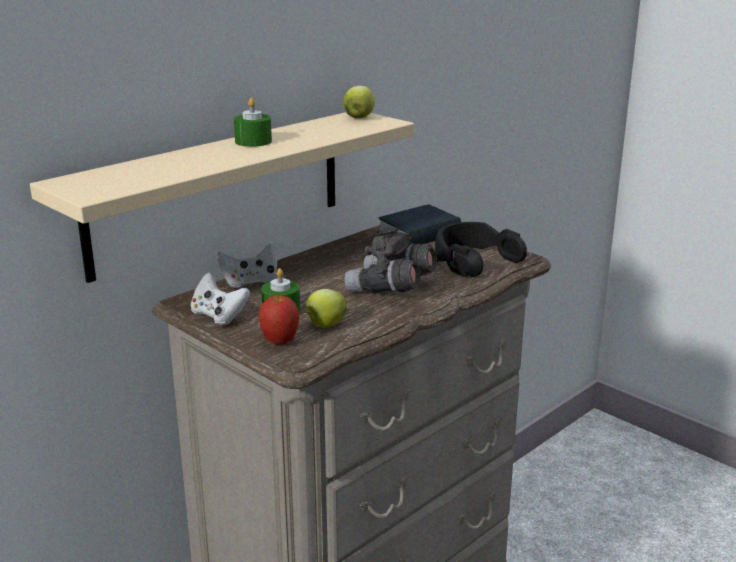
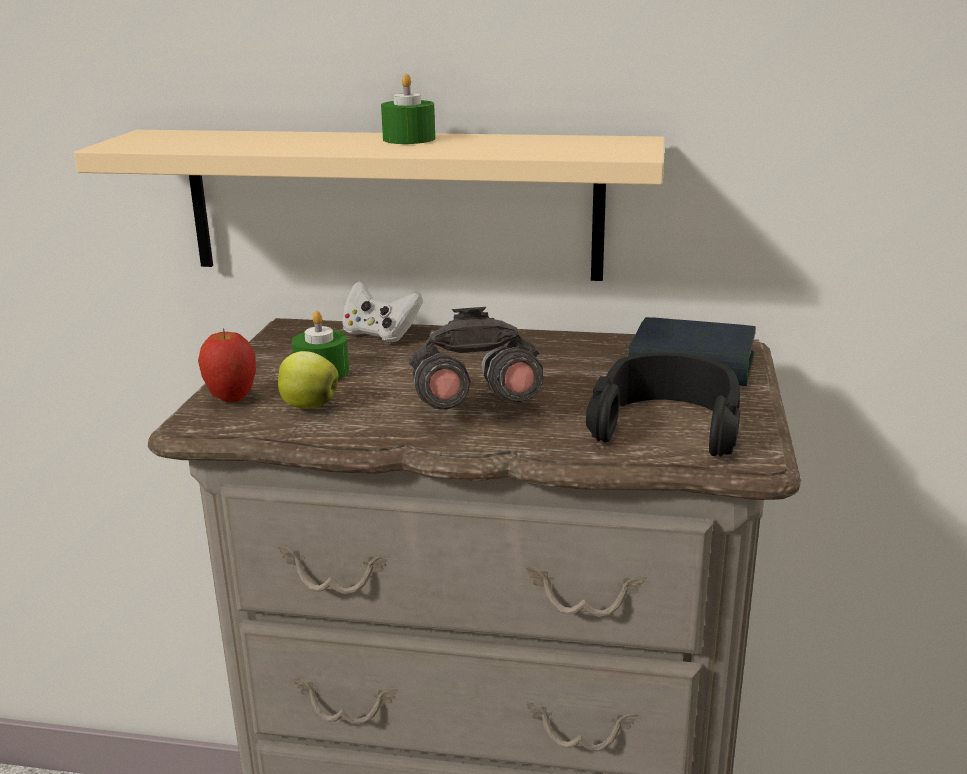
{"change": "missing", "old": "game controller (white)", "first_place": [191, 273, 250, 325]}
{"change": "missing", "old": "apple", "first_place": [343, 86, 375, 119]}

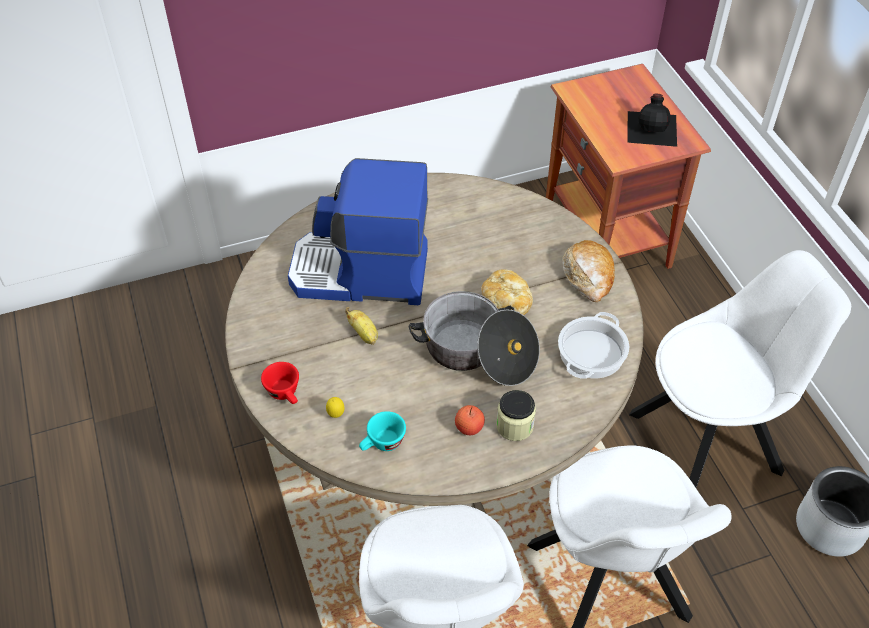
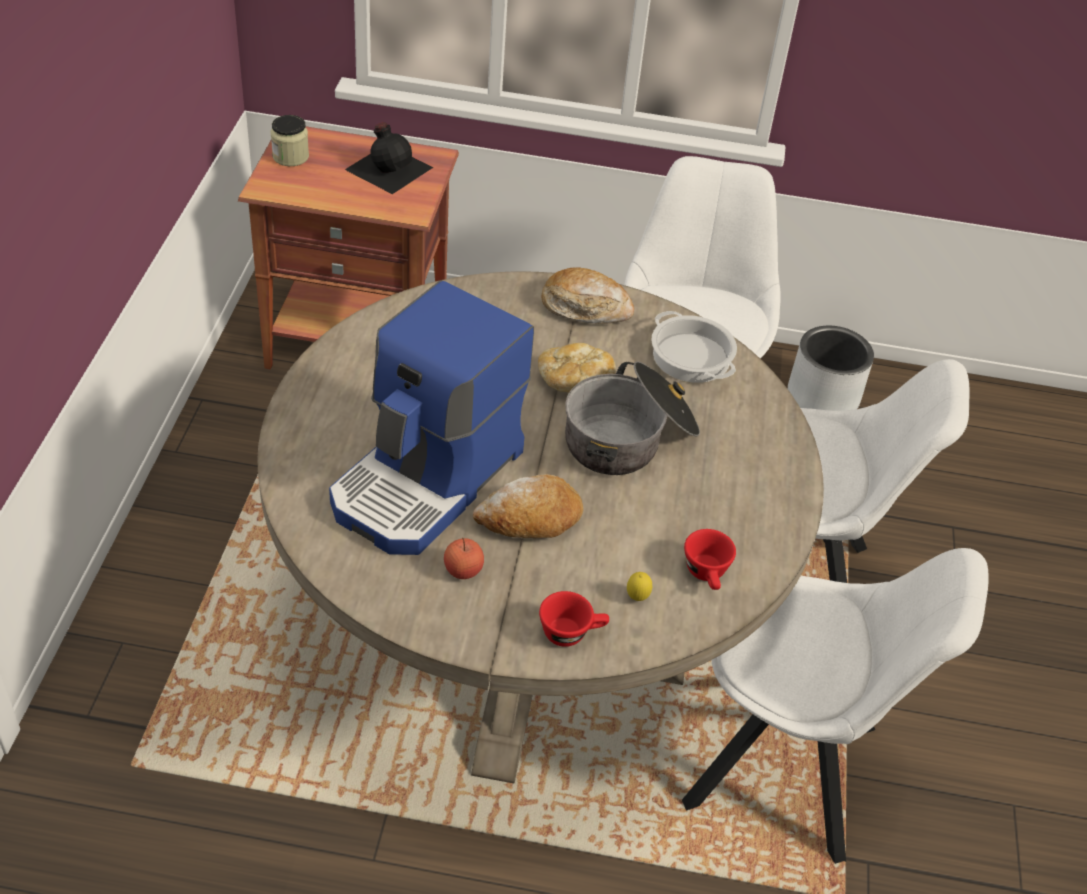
{"change": "relocated", "old": "apple", "first_place": [455, 405, 485, 435], "second_place": [444, 538, 484, 579]}
{"change": "relocated", "old": "jar", "first_place": [496, 390, 536, 441], "second_place": [271, 115, 309, 166]}
{"change": "exchanged", "old": "banana", "new": "bread", "first_place": [345, 307, 378, 345], "second_place": [473, 474, 583, 538]}
{"change": "colour", "old": "cup (turquoise)", "new": "cup (red)", "first_place": [359, 411, 406, 451], "second_place": [684, 529, 736, 590]}

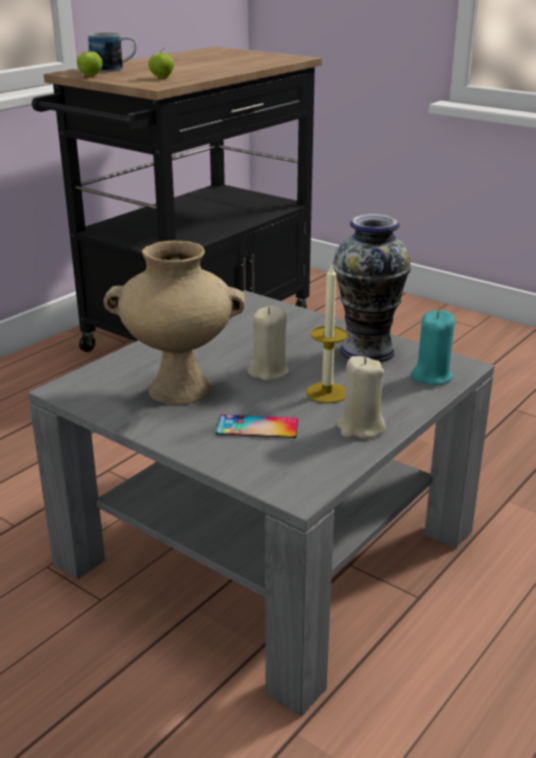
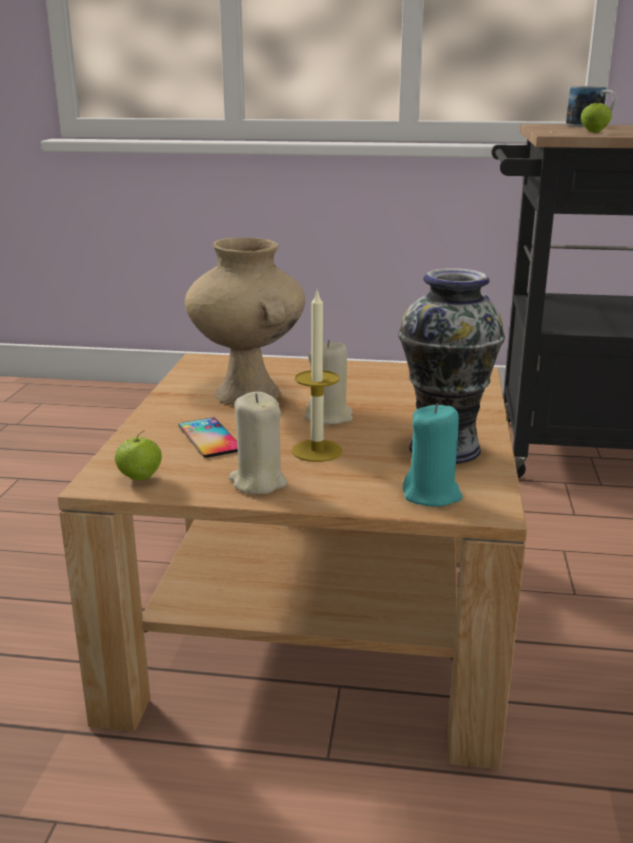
{"change": "relocated", "old": "apple", "first_place": [76, 46, 102, 77], "second_place": [115, 431, 162, 481]}
{"change": "colour", "old": "coffee table (grey)", "new": "coffee table (brown)", "first_place": [28, 290, 494, 716], "second_place": [57, 353, 527, 769]}

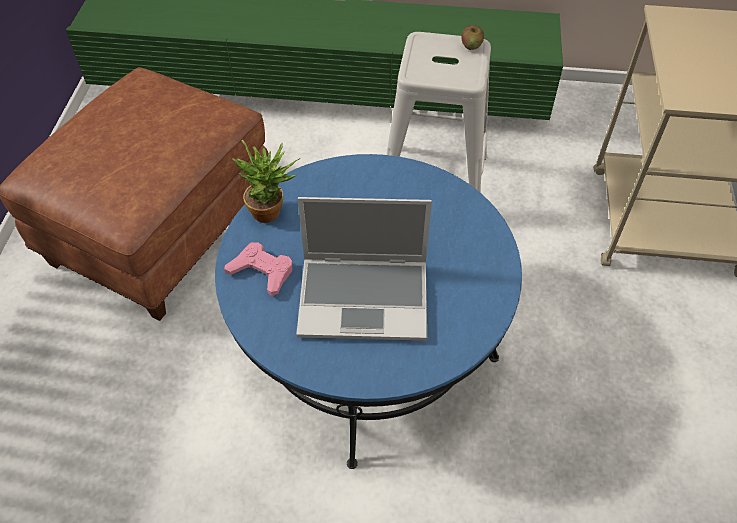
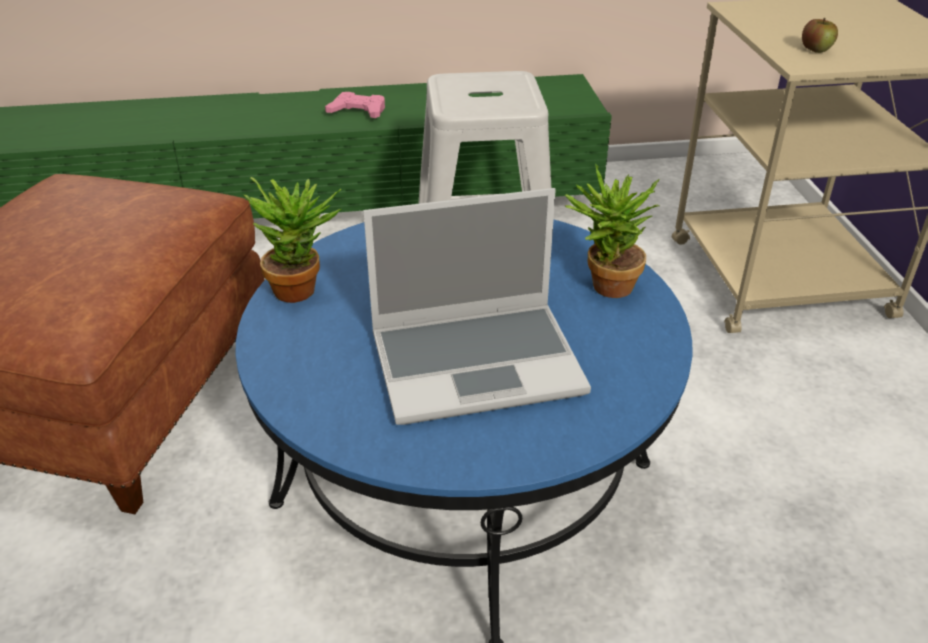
{"change": "appeared", "new": "potted plant", "second_place": [565, 164, 660, 298]}
{"change": "relocated", "old": "game controller (pink)", "first_place": [224, 242, 292, 296], "second_place": [325, 92, 385, 118]}
{"change": "relocated", "old": "apple", "first_place": [461, 25, 484, 50], "second_place": [802, 18, 838, 53]}

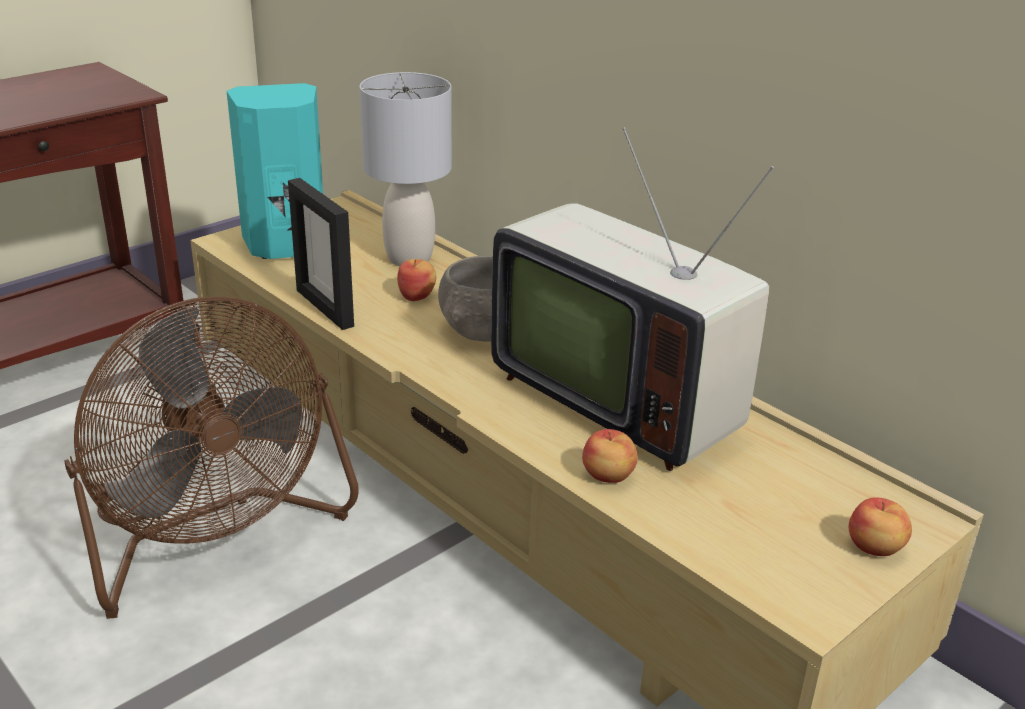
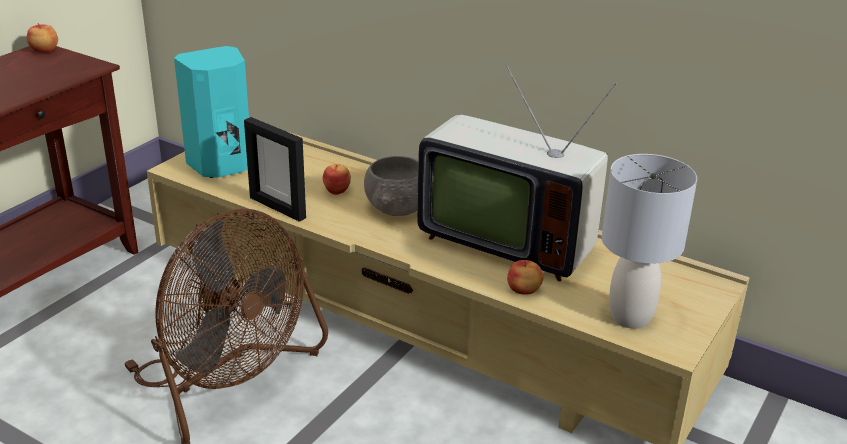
{"change": "relocated", "old": "table lamp (grey)", "first_place": [360, 72, 452, 266], "second_place": [601, 154, 697, 329]}
{"change": "relocated", "old": "apple", "first_place": [849, 497, 912, 556], "second_place": [27, 23, 58, 52]}

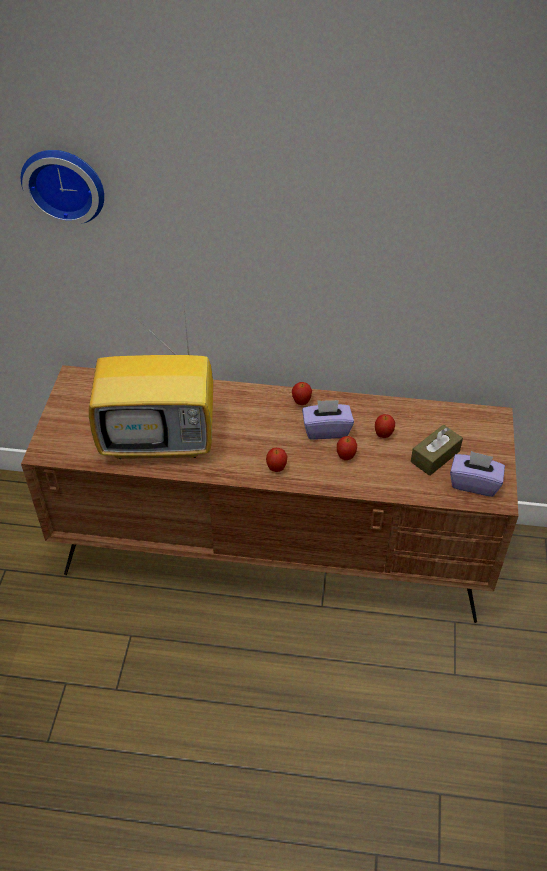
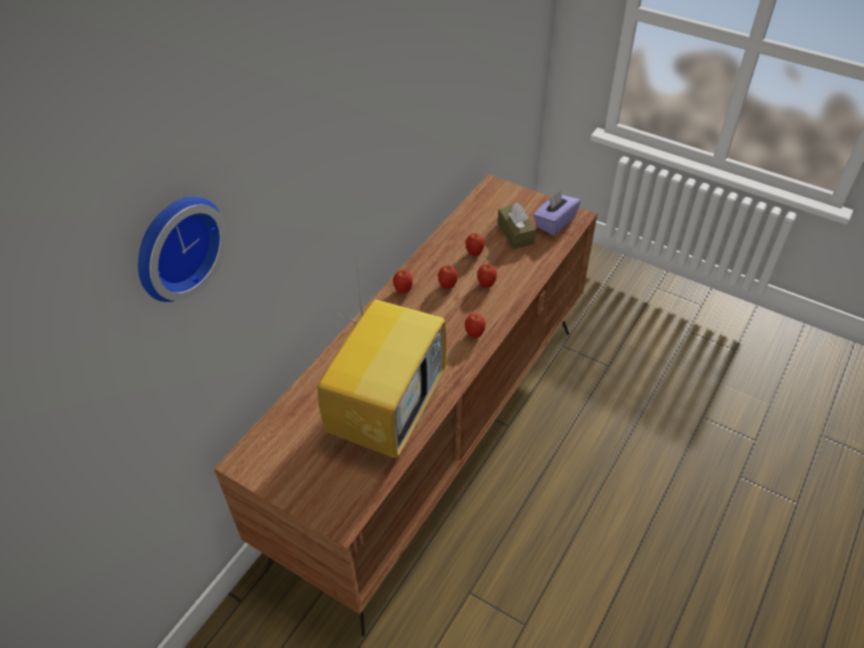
{"change": "exchanged", "old": "tissue box (purple)", "new": "apple", "first_place": [302, 400, 354, 440], "second_place": [438, 265, 458, 289]}

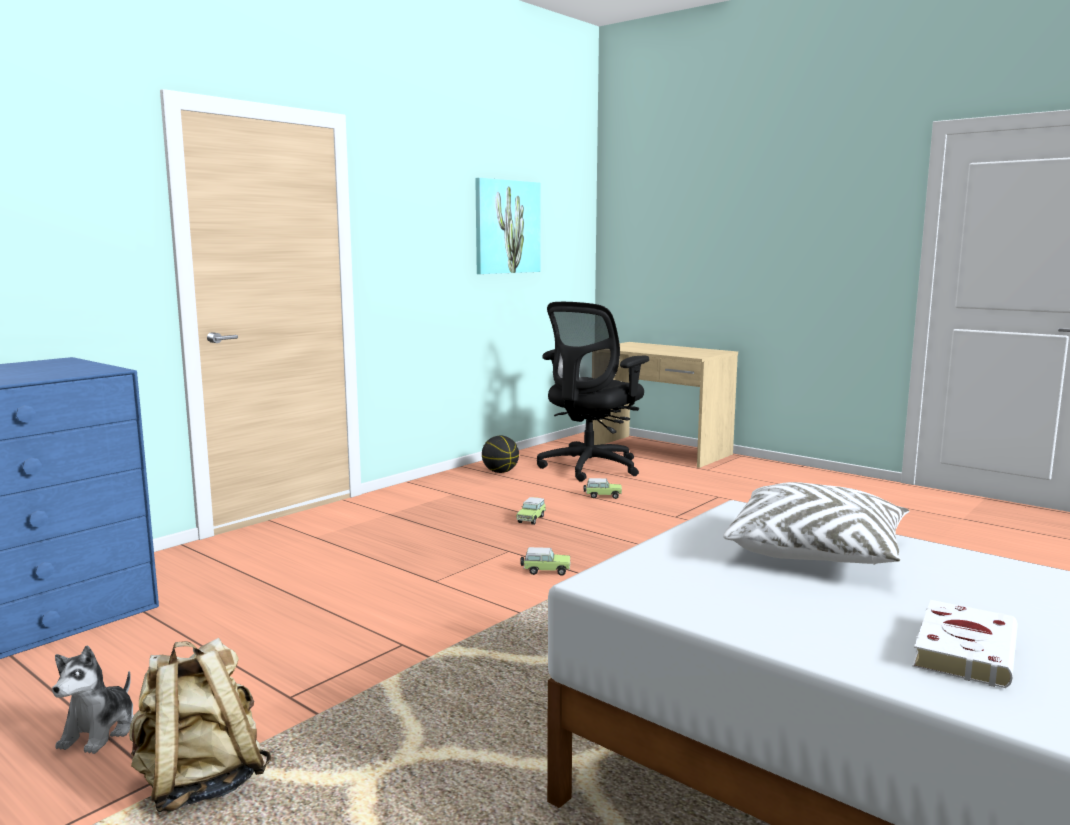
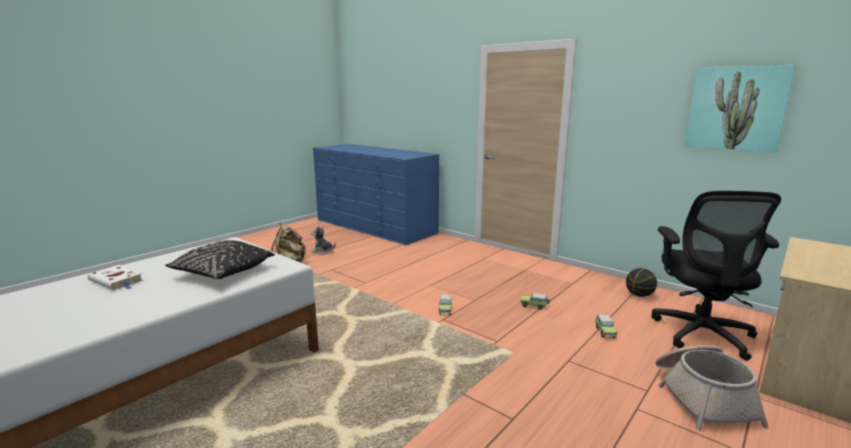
{"change": "appeared", "new": "basket", "second_place": [655, 345, 768, 431]}
{"change": "colour", "old": "pillow (white)", "new": "pillow (black)", "first_place": [723, 482, 909, 565], "second_place": [165, 240, 275, 279]}
{"change": "spun", "old": "office chair (black)", "first_place": [537, 302, 649, 482], "second_place": [651, 191, 781, 361], "degrees": -120}

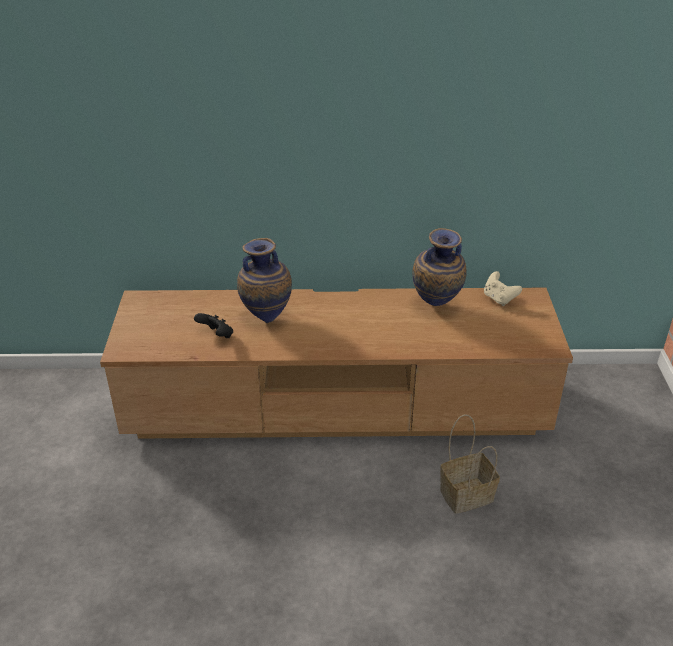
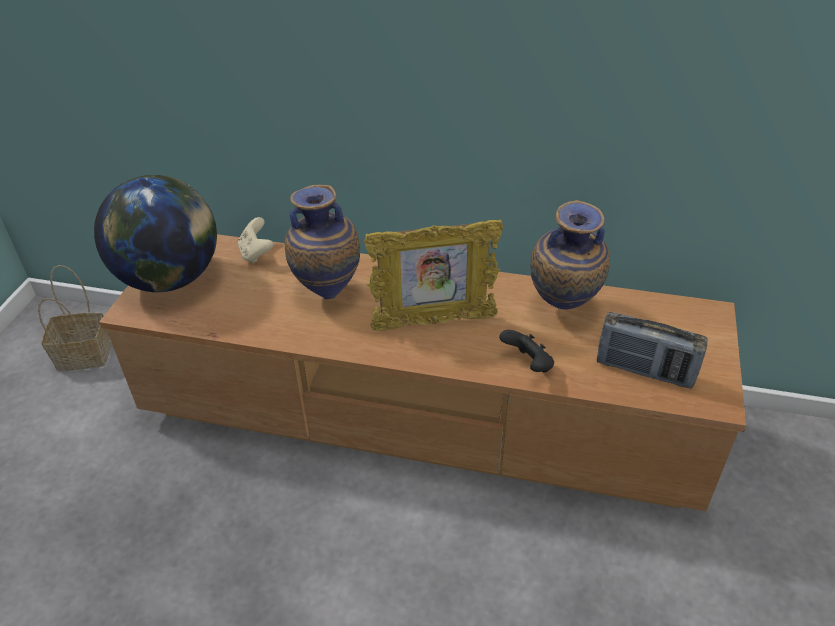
{"change": "appeared", "new": "globe", "second_place": [94, 175, 217, 292]}
{"change": "appeared", "new": "picture frame", "second_place": [364, 220, 503, 331]}
{"change": "appeared", "new": "radio", "second_place": [597, 312, 707, 388]}
{"change": "relocated", "old": "game controller (black)", "first_place": [194, 313, 233, 338], "second_place": [499, 330, 554, 372]}
{"change": "relocated", "old": "basket", "first_place": [440, 414, 500, 514], "second_place": [38, 265, 111, 371]}
{"change": "relocated", "old": "game controller (beige)", "first_place": [484, 271, 522, 306], "second_place": [238, 217, 273, 264]}

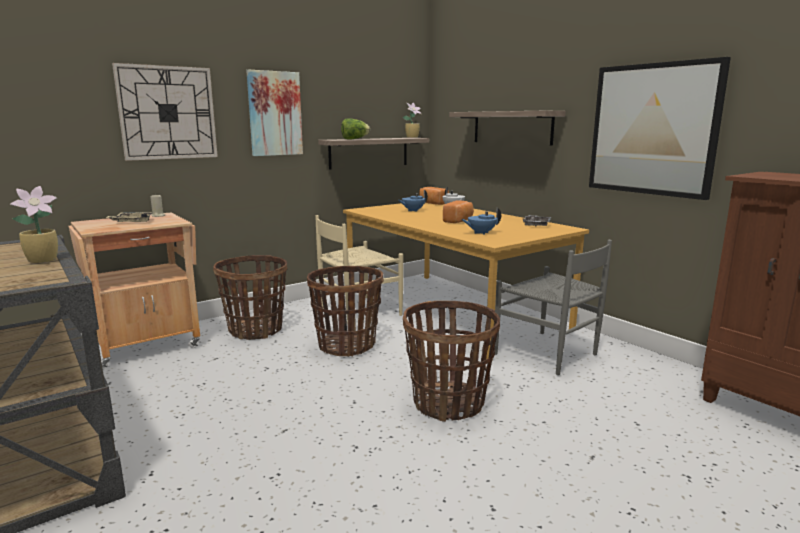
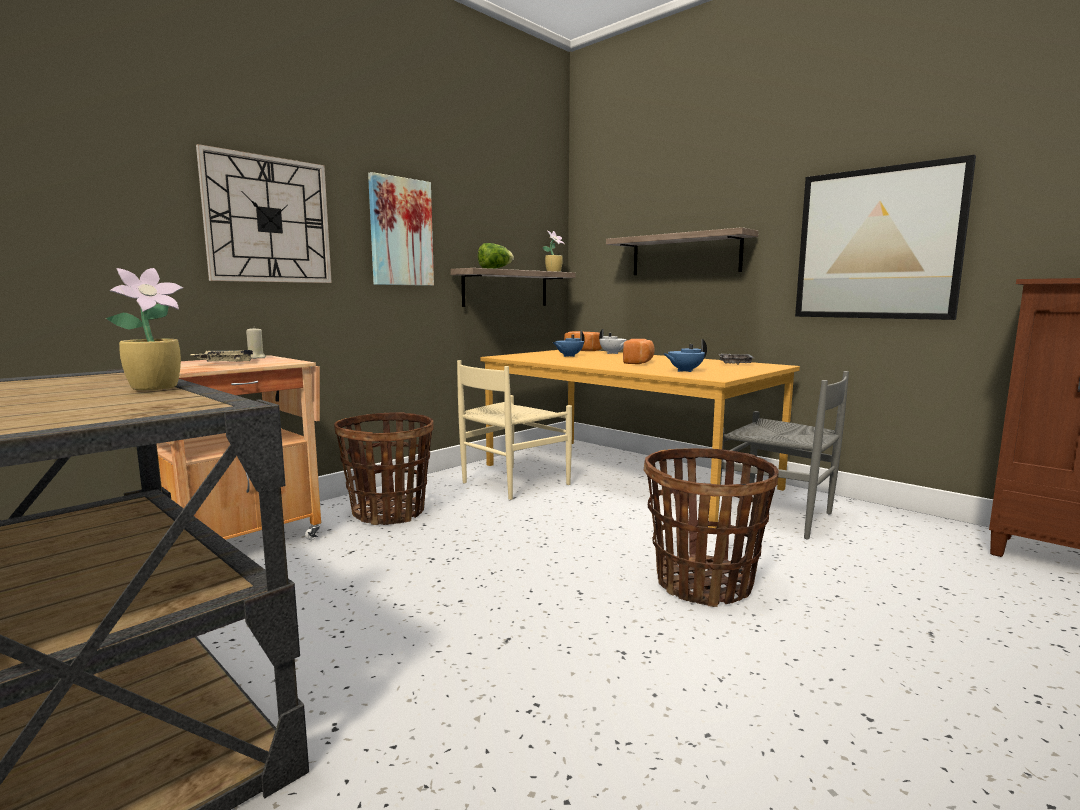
{"change": "missing", "old": "basket", "first_place": [307, 266, 384, 357]}

